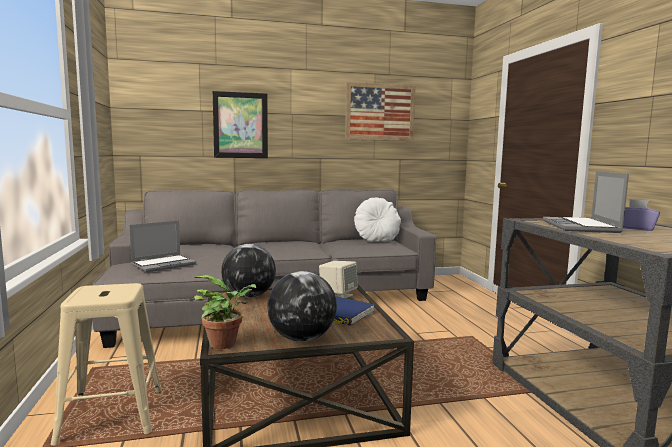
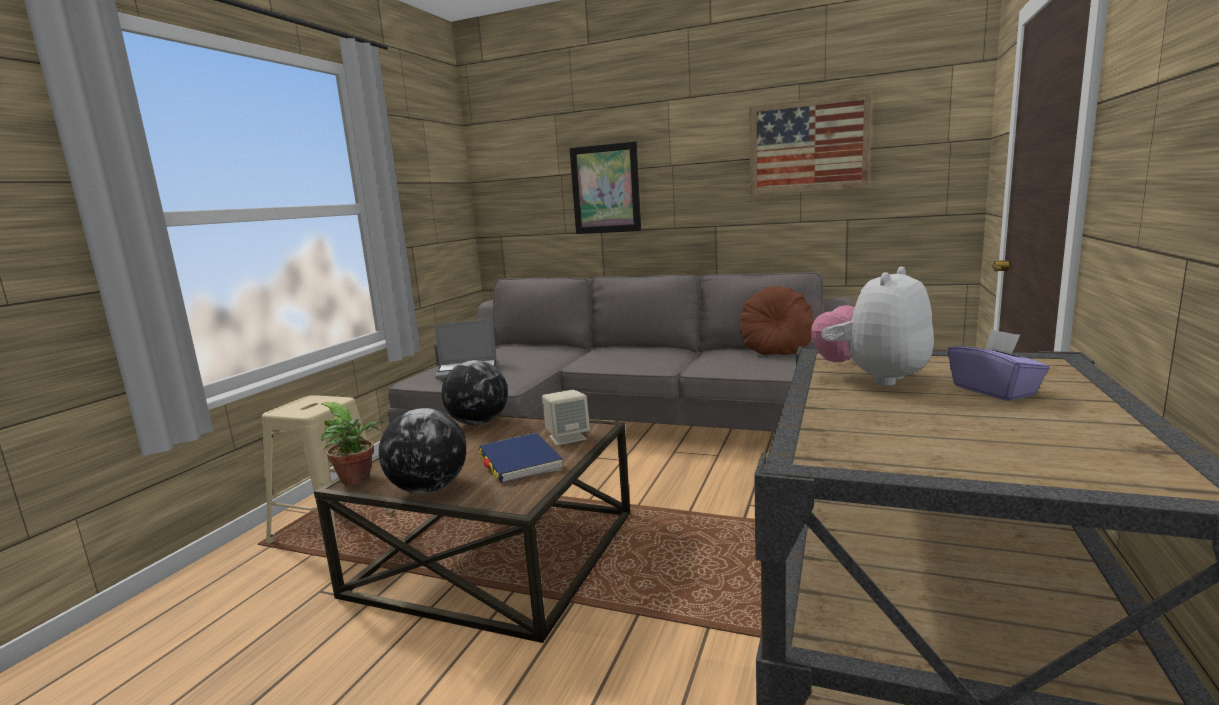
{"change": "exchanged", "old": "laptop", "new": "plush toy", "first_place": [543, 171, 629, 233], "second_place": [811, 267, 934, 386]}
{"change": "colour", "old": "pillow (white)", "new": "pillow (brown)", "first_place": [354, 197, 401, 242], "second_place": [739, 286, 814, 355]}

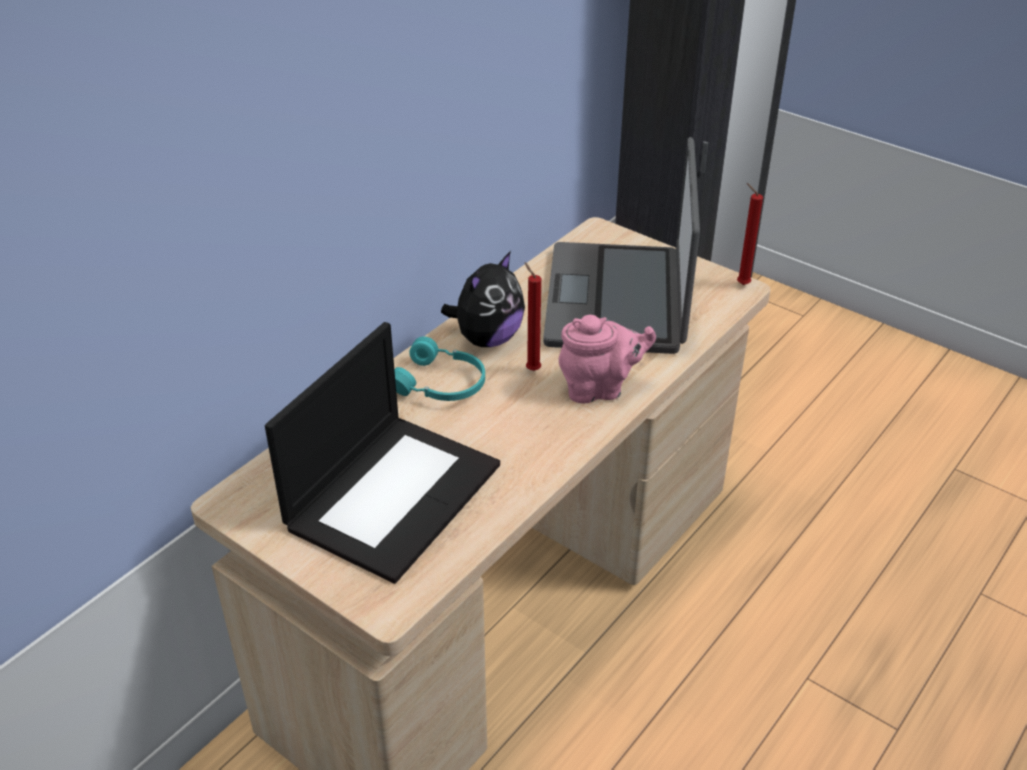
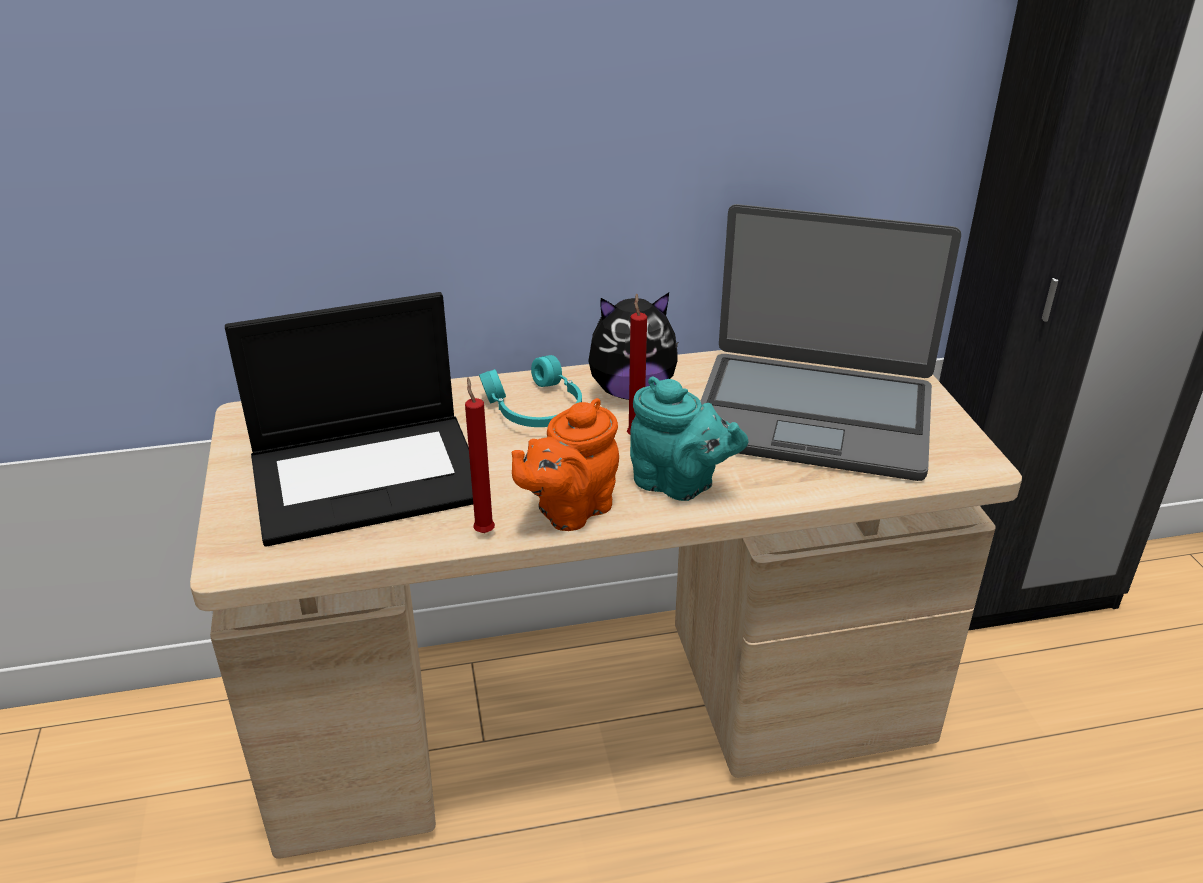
{"change": "appeared", "new": "teapot (orange)", "second_place": [512, 398, 619, 531]}
{"change": "relocated", "old": "candle (red)", "first_place": [737, 183, 763, 285], "second_place": [465, 378, 495, 533]}
{"change": "colour", "old": "teapot (pink)", "new": "teapot (turquoise)", "first_place": [559, 315, 656, 403], "second_place": [630, 376, 748, 501]}
{"change": "spun", "old": "laptop", "first_place": [543, 137, 700, 354], "second_place": [701, 204, 961, 481], "degrees": -120}

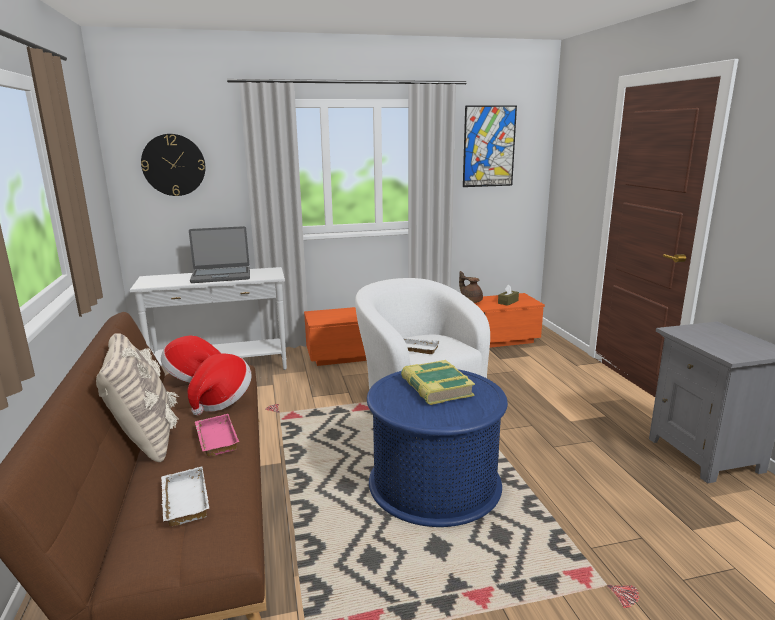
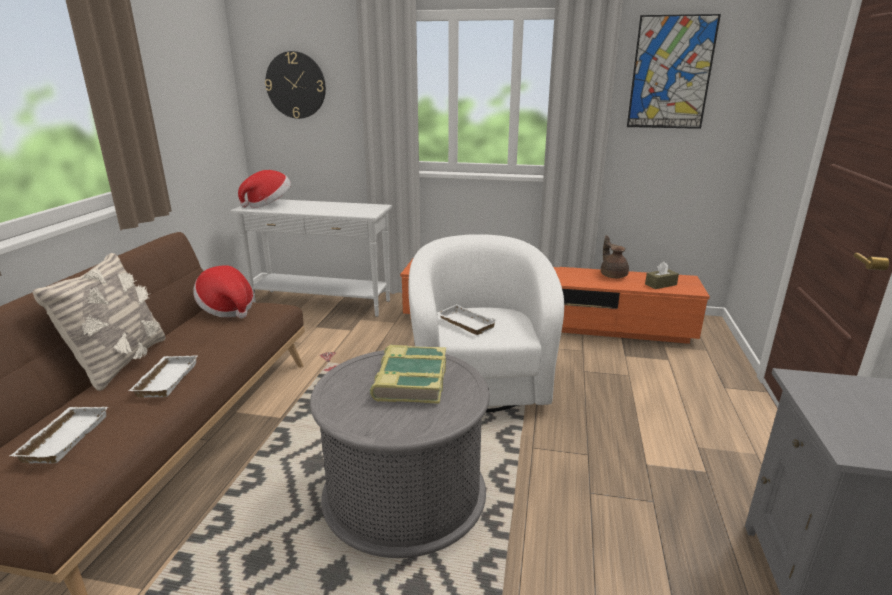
{"change": "missing", "old": "laptop", "first_place": [189, 226, 250, 283]}
{"change": "relocated", "old": "hat", "first_place": [187, 354, 252, 415], "second_place": [238, 170, 291, 208]}
{"change": "colour", "old": "tray (pink)", "new": "tray (white)", "first_place": [195, 414, 239, 457], "second_place": [128, 356, 197, 398]}
{"change": "colour", "old": "coffee table (blue)", "new": "coffee table (grey)", "first_place": [367, 369, 508, 527], "second_place": [310, 350, 490, 558]}

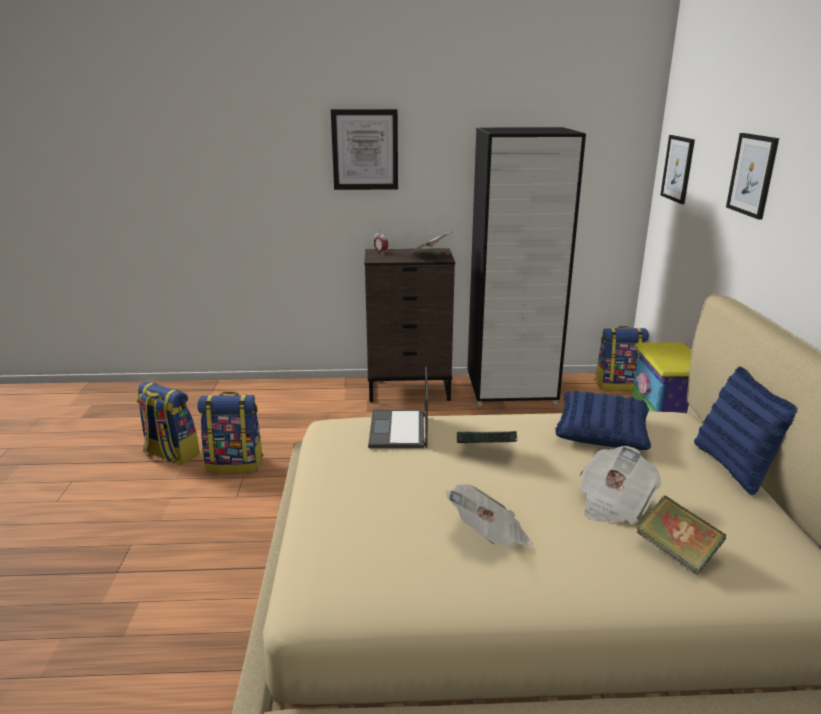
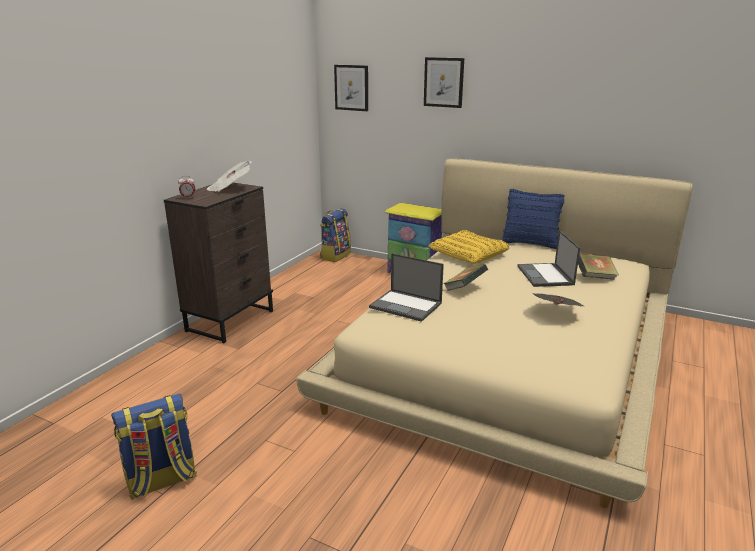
{"change": "missing", "old": "backpack", "first_place": [197, 392, 263, 474]}
{"change": "missing", "old": "picture", "first_place": [331, 109, 398, 190]}
{"change": "missing", "old": "wardrobe", "first_place": [467, 127, 586, 407]}
{"change": "exchanged", "old": "newspaper", "new": "laptop", "first_place": [580, 446, 661, 524], "second_place": [517, 230, 580, 287]}
{"change": "colour", "old": "pillow (blue)", "new": "pillow (yellow)", "first_place": [555, 391, 651, 450], "second_place": [429, 230, 509, 264]}

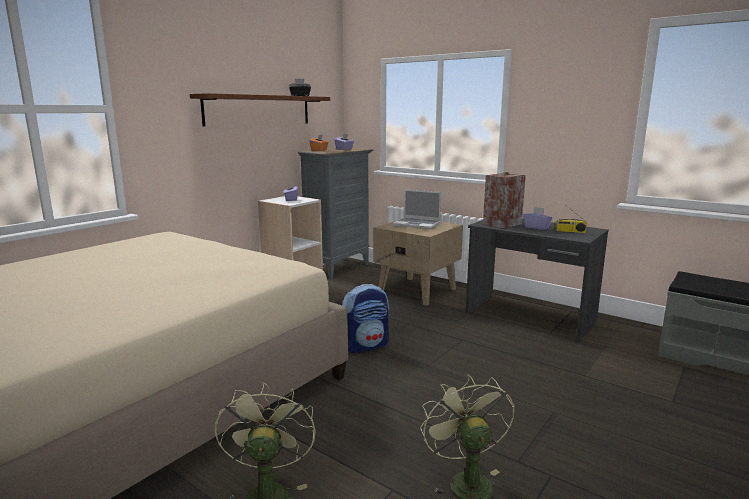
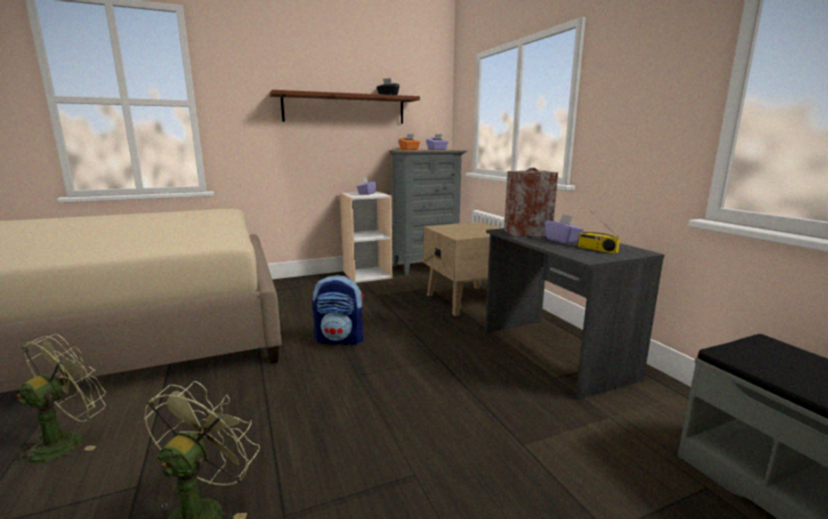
{"change": "missing", "old": "laptop", "first_place": [393, 189, 441, 229]}

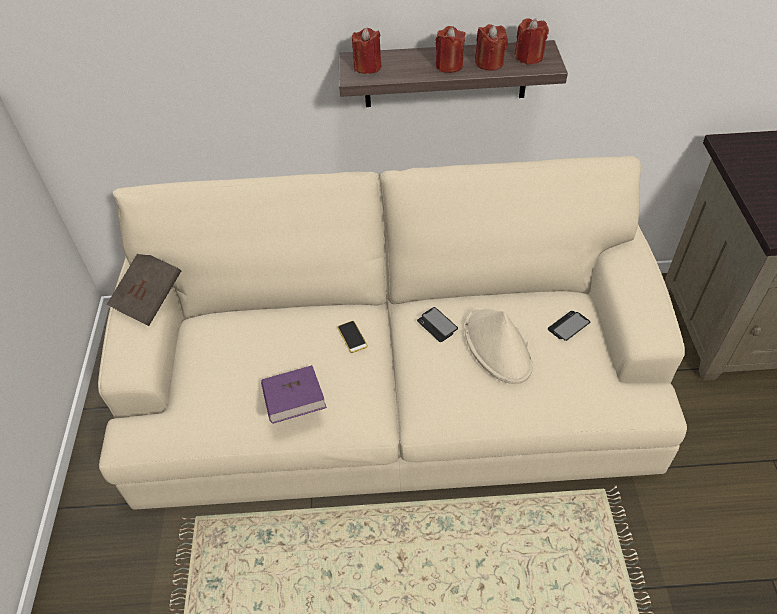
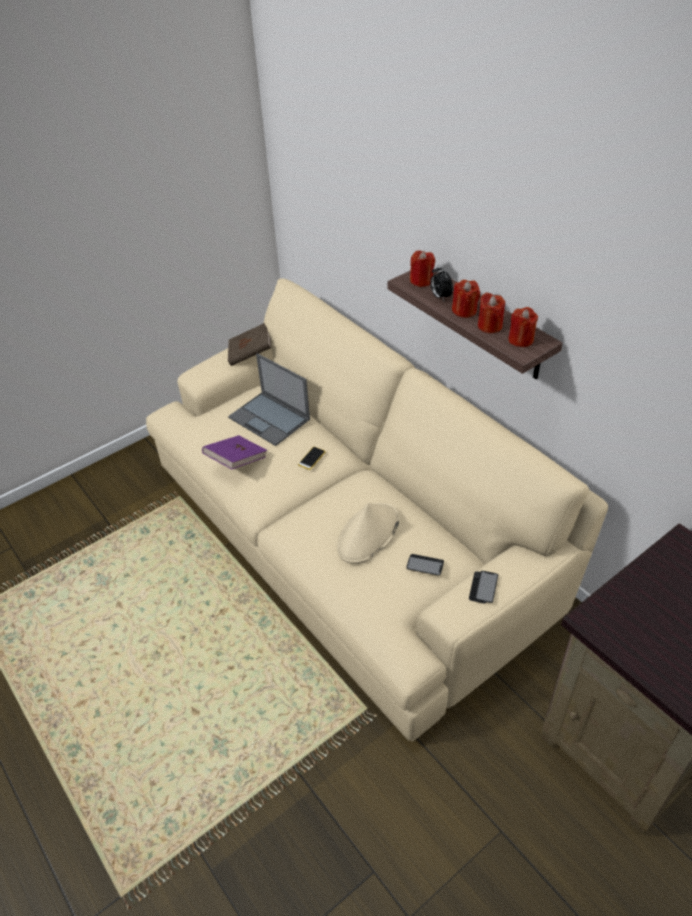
{"change": "appeared", "new": "laptop", "second_place": [228, 353, 310, 446]}
{"change": "appeared", "new": "alarm clock", "second_place": [430, 265, 453, 301]}
{"change": "relocated", "old": "phone", "first_place": [417, 307, 458, 342], "second_place": [469, 571, 498, 603]}

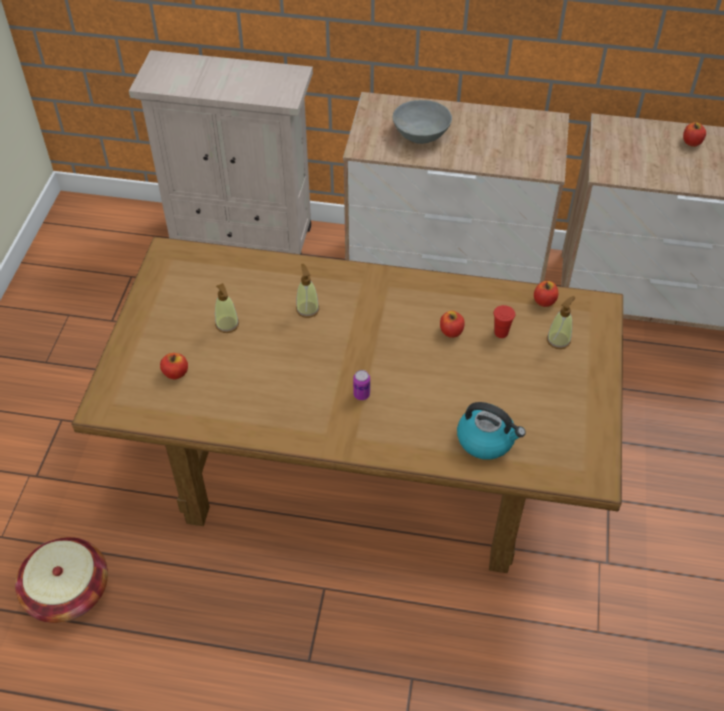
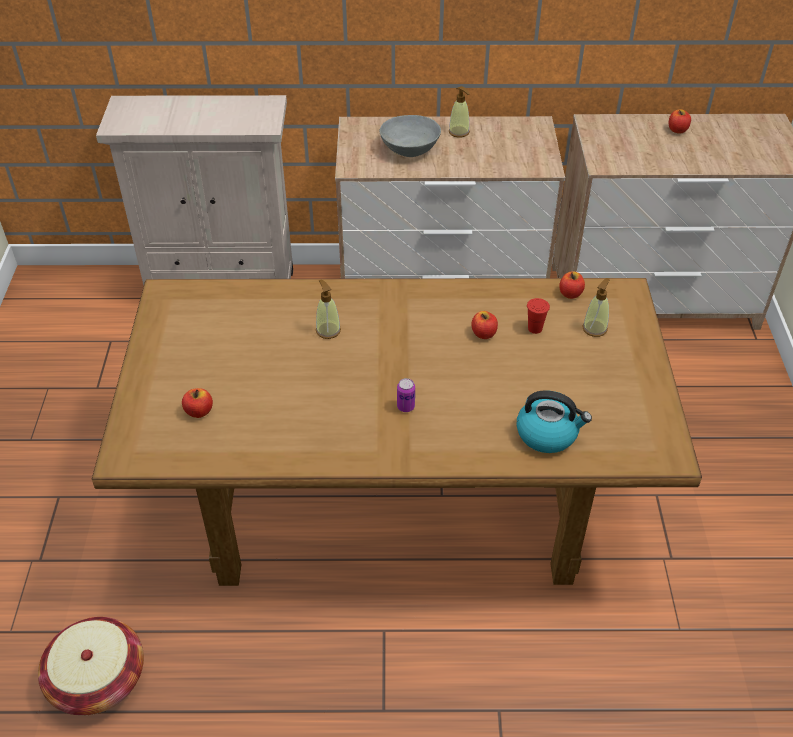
{"change": "relocated", "old": "soap dispenser", "first_place": [215, 283, 239, 333], "second_place": [449, 86, 470, 138]}

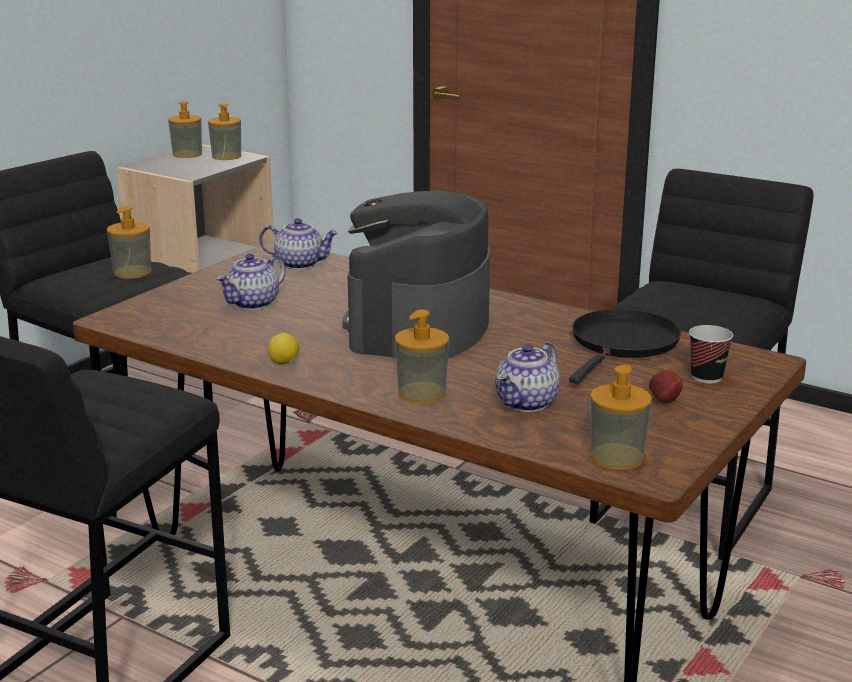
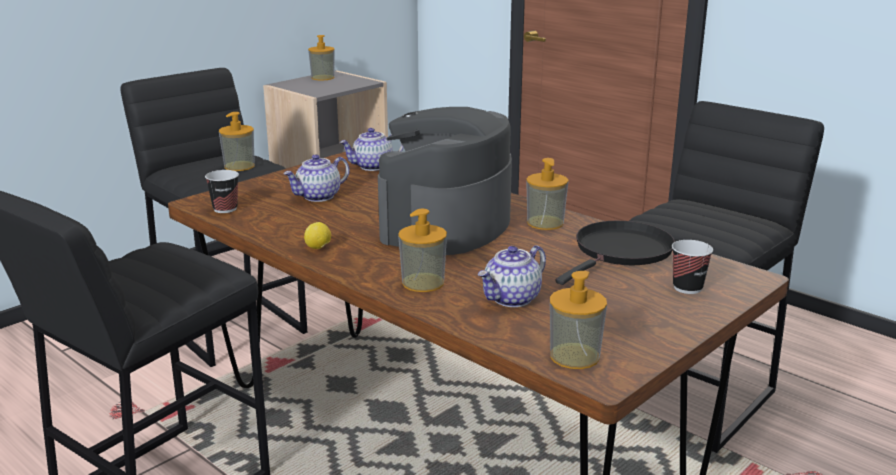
{"change": "missing", "old": "apple", "first_place": [649, 370, 683, 403]}
{"change": "appeared", "new": "cup", "second_place": [205, 170, 239, 213]}
{"change": "relocated", "old": "soap dispenser", "first_place": [208, 103, 241, 160], "second_place": [526, 158, 568, 230]}
{"change": "spun", "old": "teapot", "first_place": [259, 218, 338, 270], "second_place": [339, 128, 404, 171], "degrees": 135}

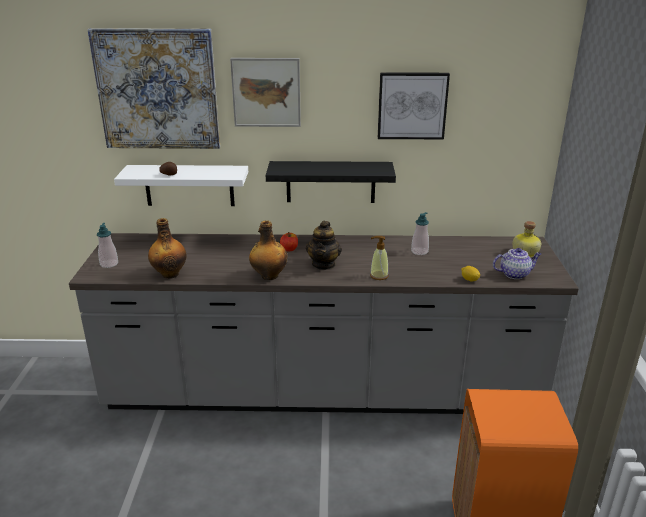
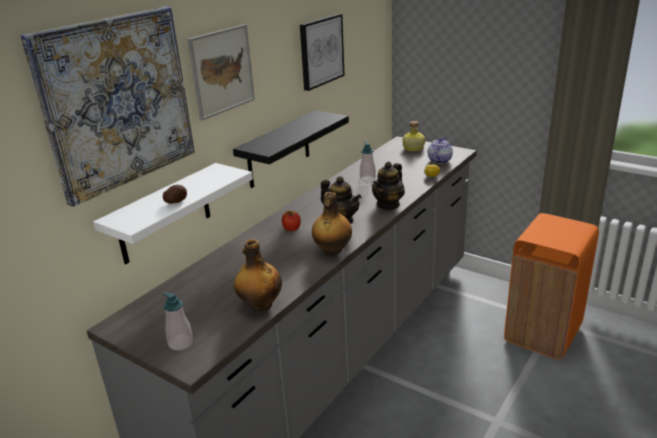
{"change": "exchanged", "old": "soap dispenser", "new": "teapot", "first_place": [370, 236, 389, 280], "second_place": [372, 161, 405, 210]}

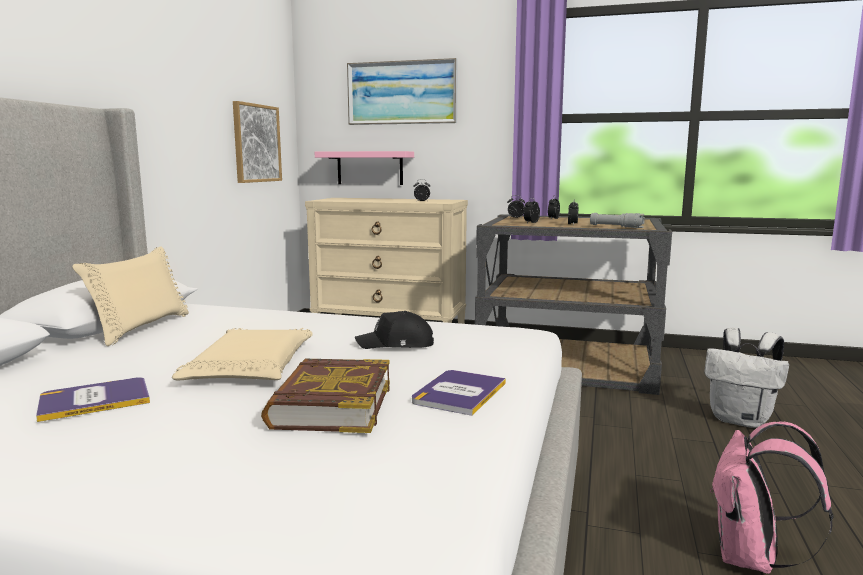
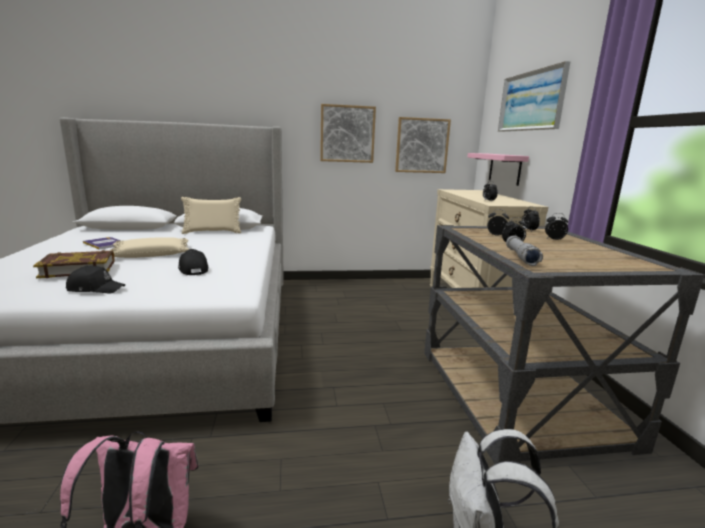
{"change": "appeared", "new": "picture", "second_place": [320, 104, 376, 163]}
{"change": "exchanged", "old": "book", "new": "cap (black)", "first_place": [412, 370, 506, 416], "second_place": [66, 265, 125, 294]}

